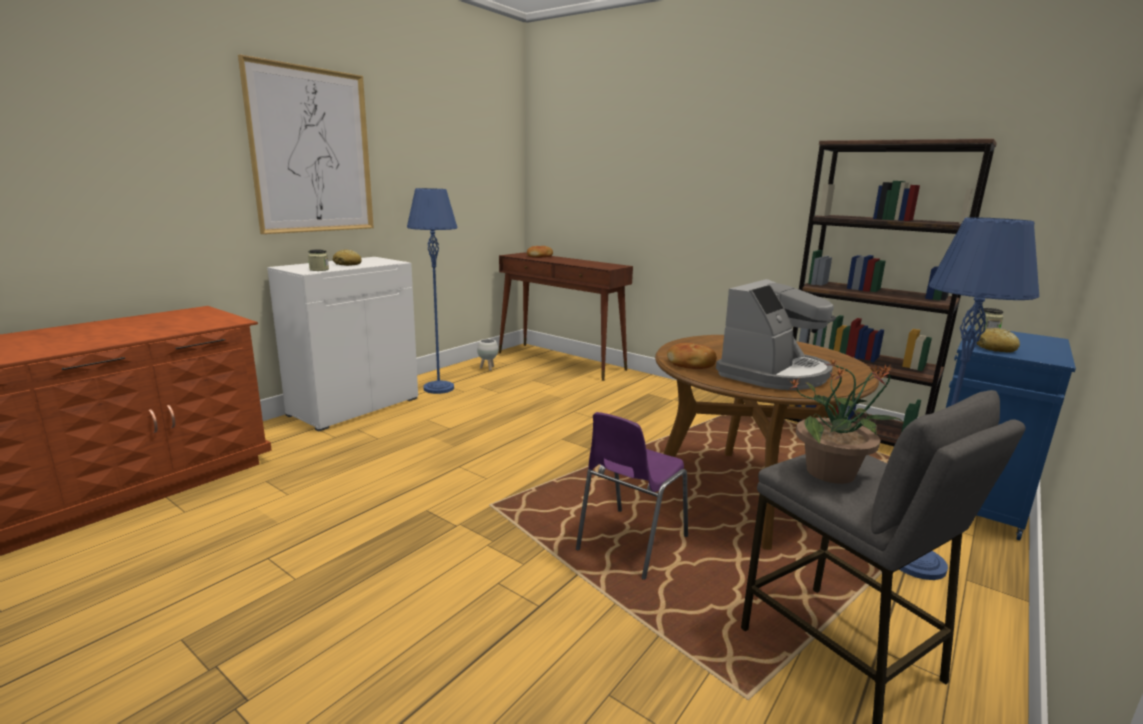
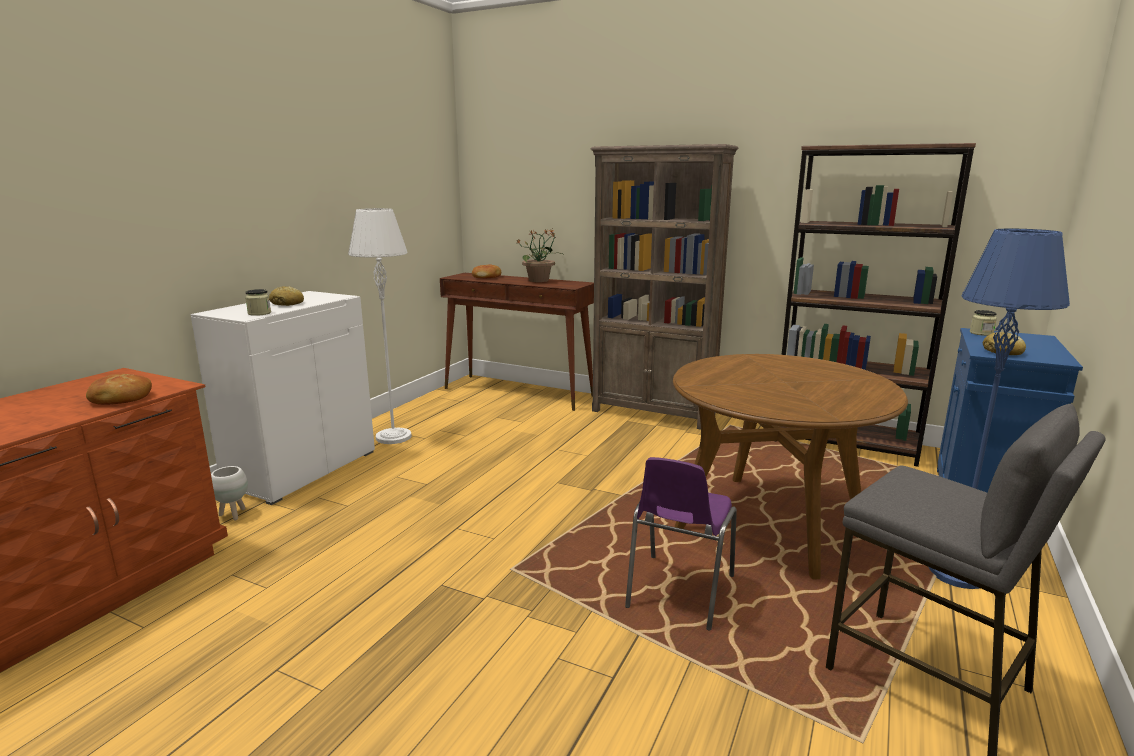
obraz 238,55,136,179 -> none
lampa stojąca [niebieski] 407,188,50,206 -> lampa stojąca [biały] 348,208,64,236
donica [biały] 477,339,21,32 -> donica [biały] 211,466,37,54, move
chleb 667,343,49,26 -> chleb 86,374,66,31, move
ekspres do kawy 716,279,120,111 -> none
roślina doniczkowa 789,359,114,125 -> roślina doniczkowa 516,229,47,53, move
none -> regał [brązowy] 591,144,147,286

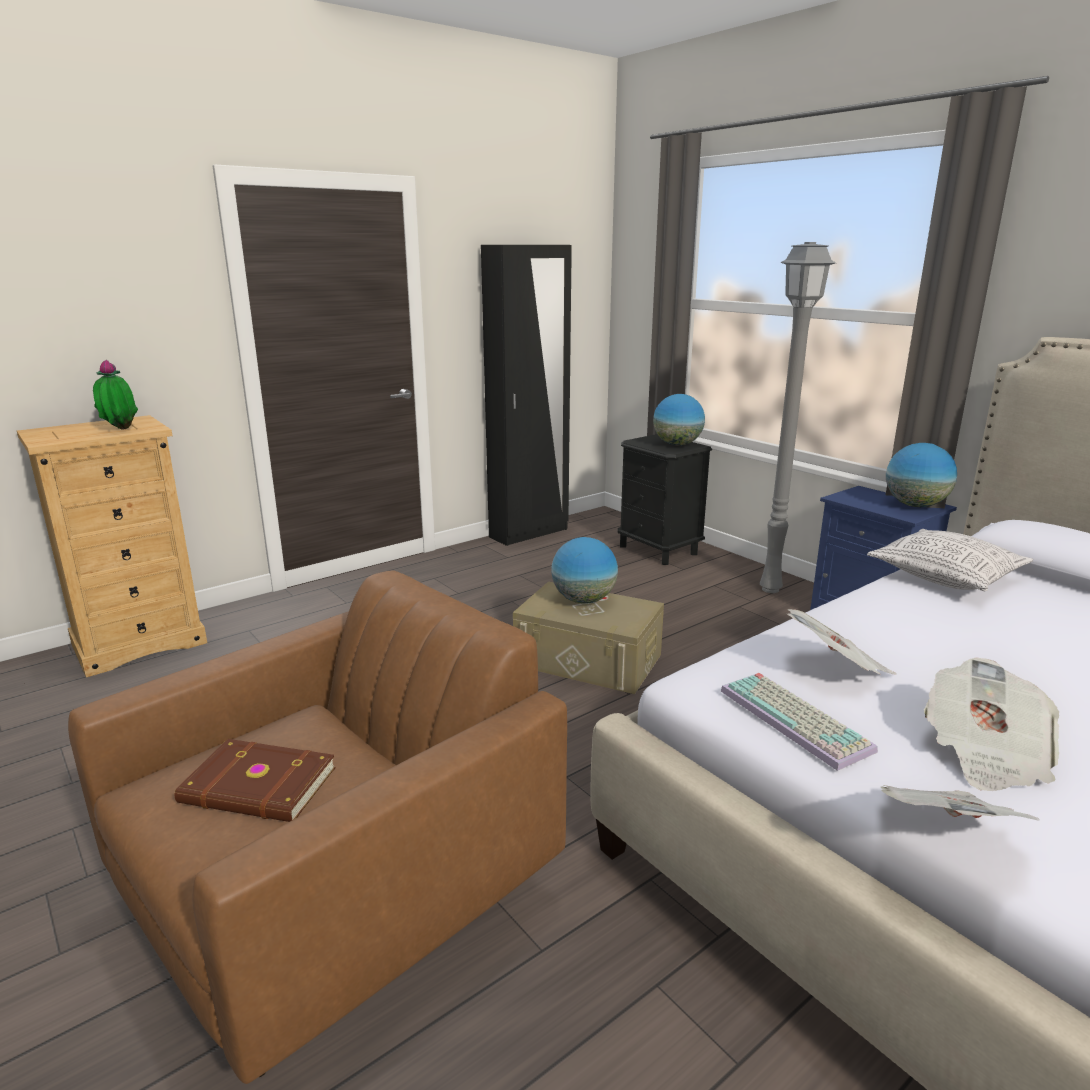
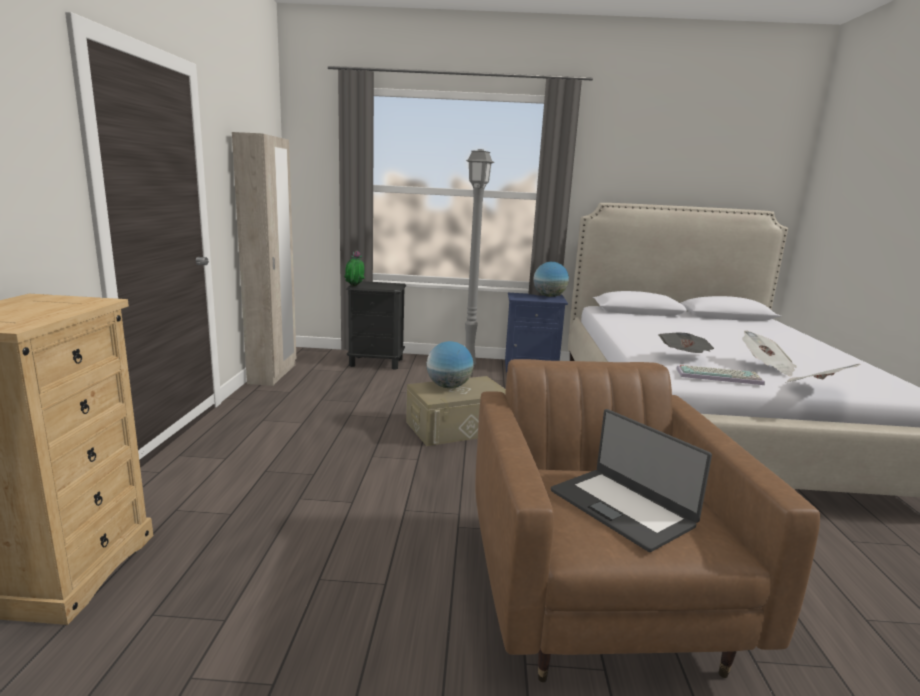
roślina doniczkowa 93,360,45,70 -> roślina doniczkowa 344,250,21,37, move
książka [brązowy] 175,739,161,83 -> laptop 551,409,161,143
szafa [czarny] 481,245,91,301 -> szafa [beżowy] 232,132,64,254
globus 653,394,52,52 -> none
poduszka 867,529,166,62 -> none

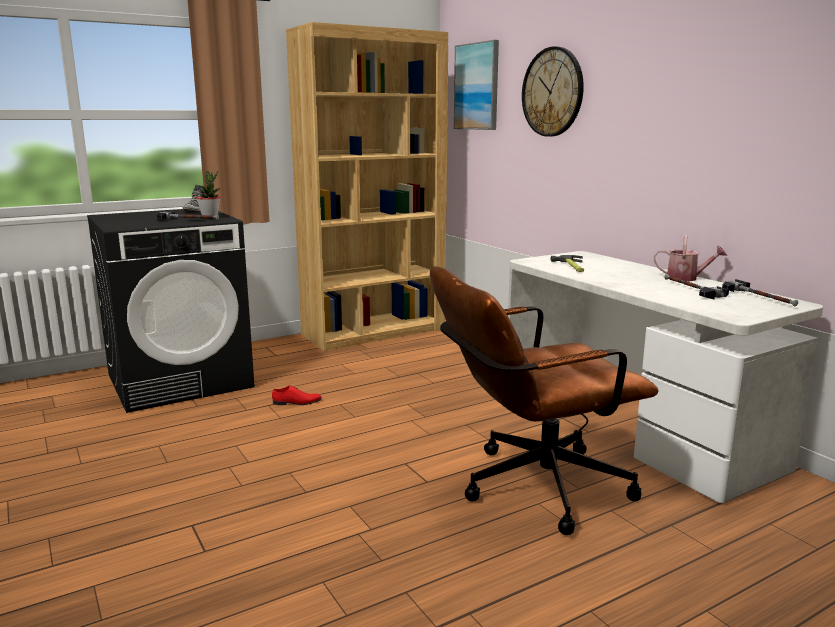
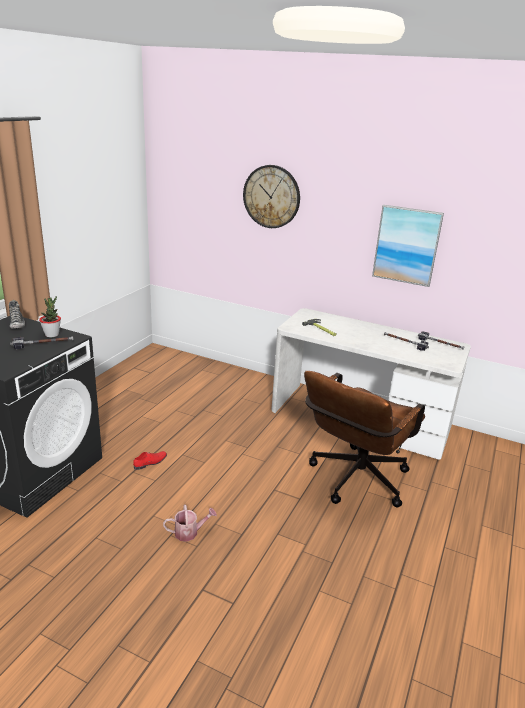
regał [brązowy] 286,22,162,329 -> none
obraz 454,40,45,90 -> obraz 372,205,72,82, move
konewka 654,235,73,46 -> konewka 163,504,54,38, move

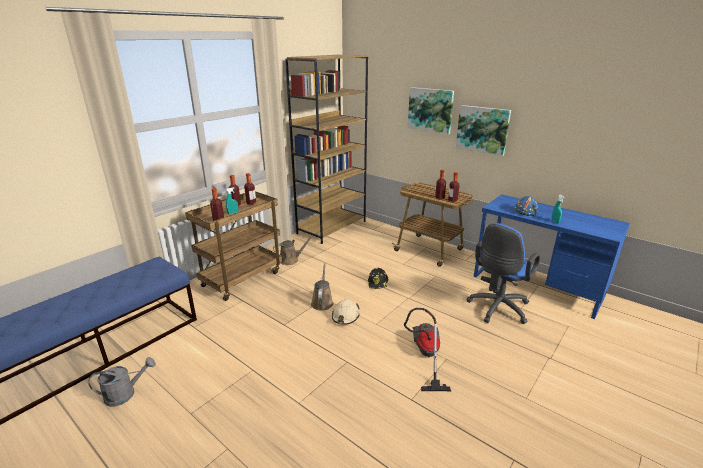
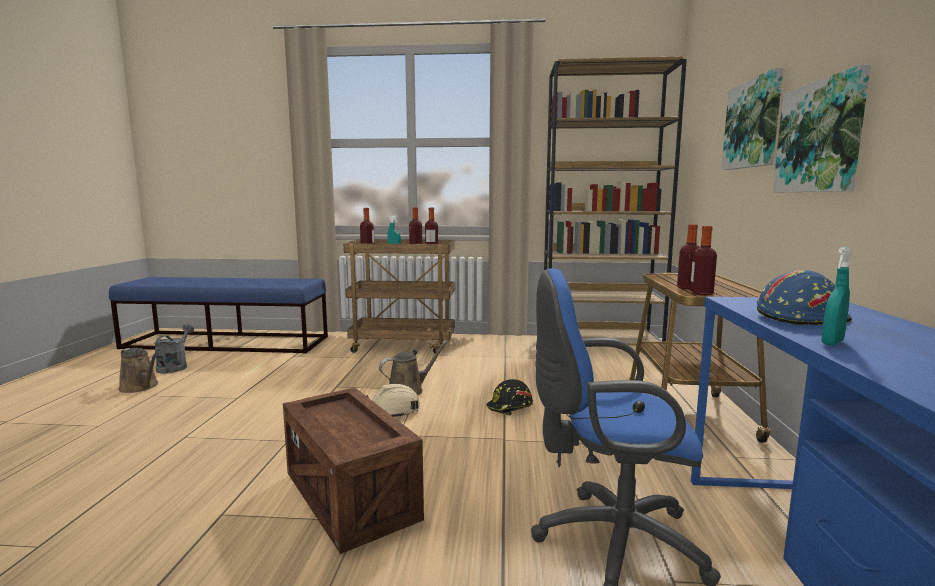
konewka [szary] 88,357,68,50 -> konewka [szary] 154,324,40,50, 120 degrees counterclockwise
konewka [brązowy] 273,235,41,30 -> konewka [brązowy] 118,348,40,45, move
odkurzacz 404,308,47,83 -> skrzynka 283,388,141,166

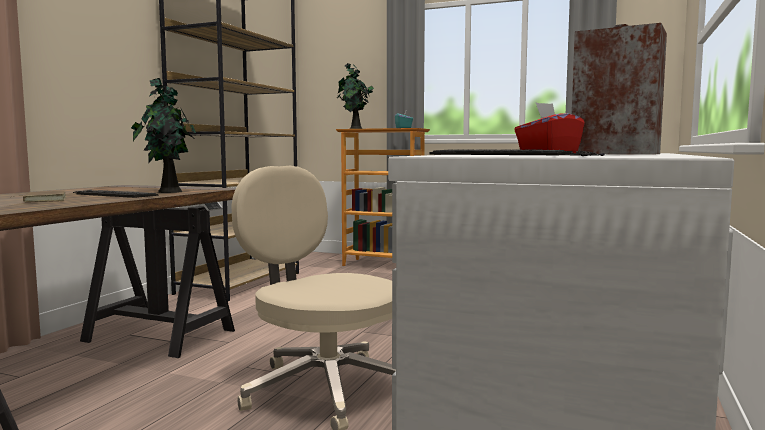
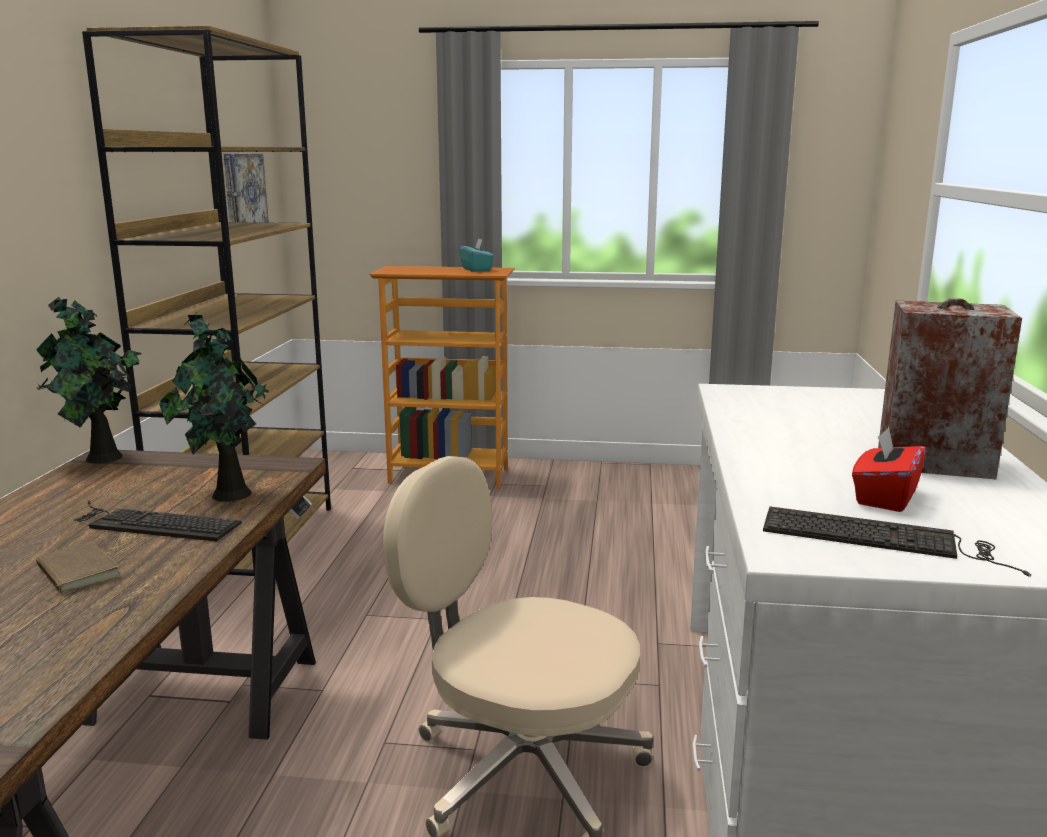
roślina doniczkowa 336,63,38,66 -> roślina doniczkowa 36,297,106,167, move
none -> obraz 223,153,46,70

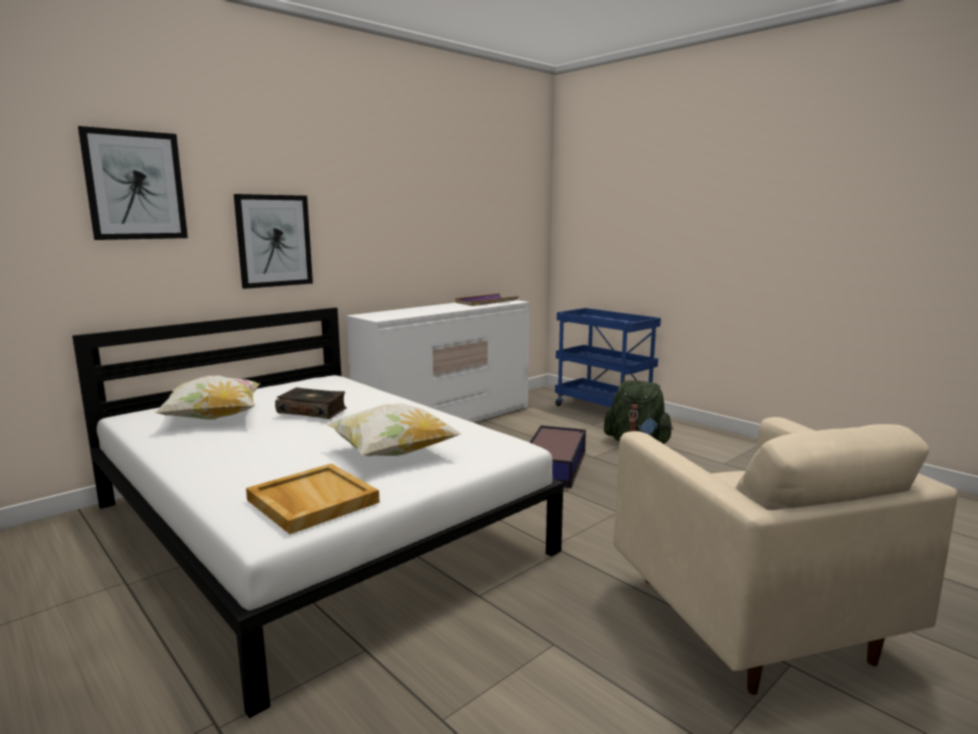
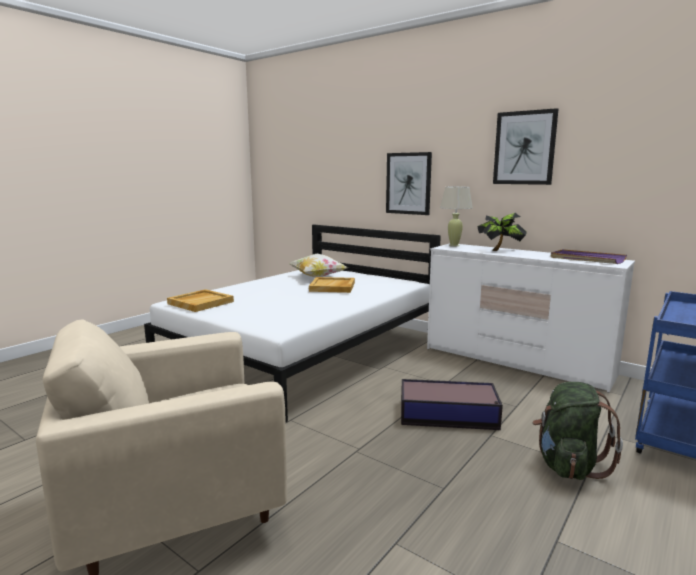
obraz 78,126,110,114 -> obraz 493,108,66,77, move
książka 275,388,72,31 -> taca [beżowy] 309,277,46,16
poduszka 327,403,134,53 -> none
none -> lampa stołowa [beżowy] 440,187,33,59
none -> roślina doniczkowa 477,213,50,38

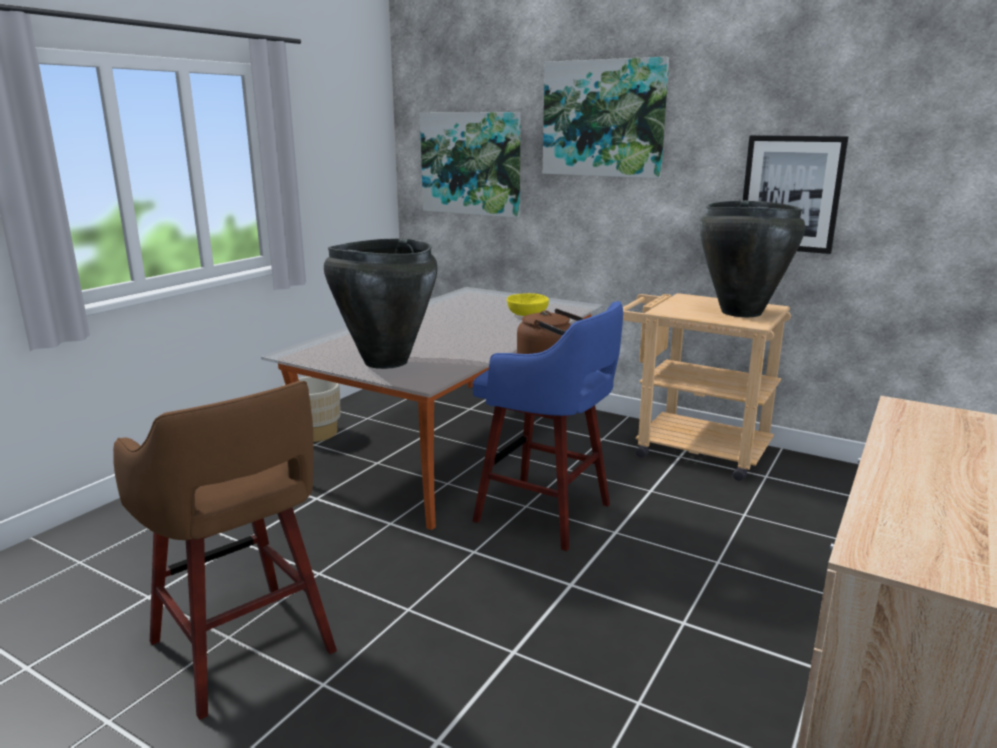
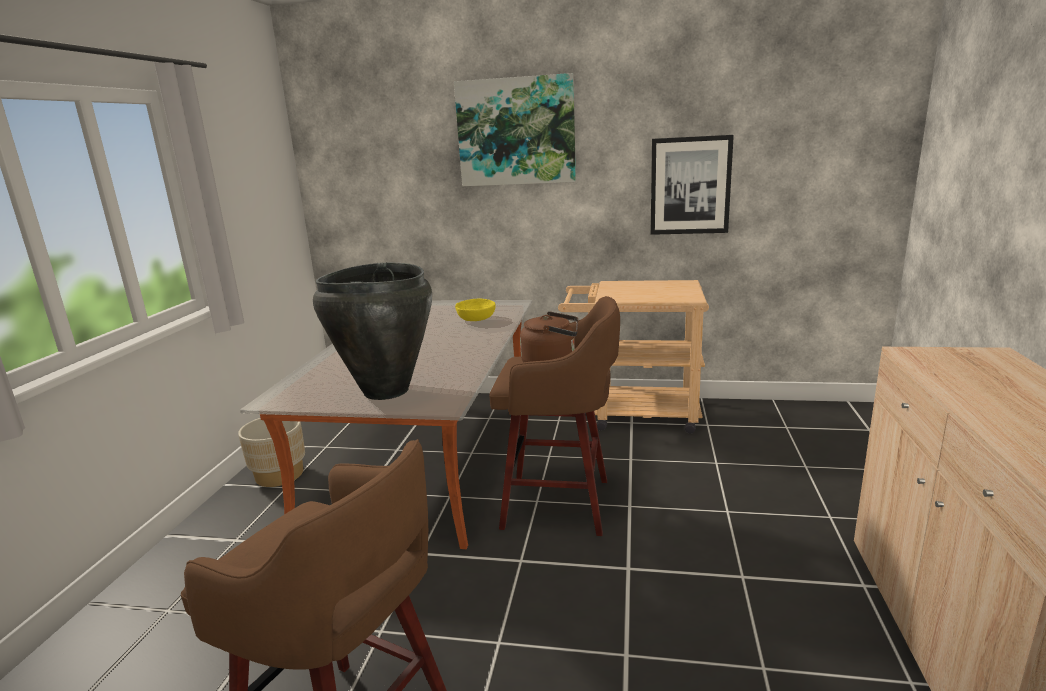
obraz 420,112,101,106 -> none
stołek [niebieski] 473,301,150,250 -> stołek [brązowy] 489,296,131,240
wazon [czarny] 699,200,106,117 -> none

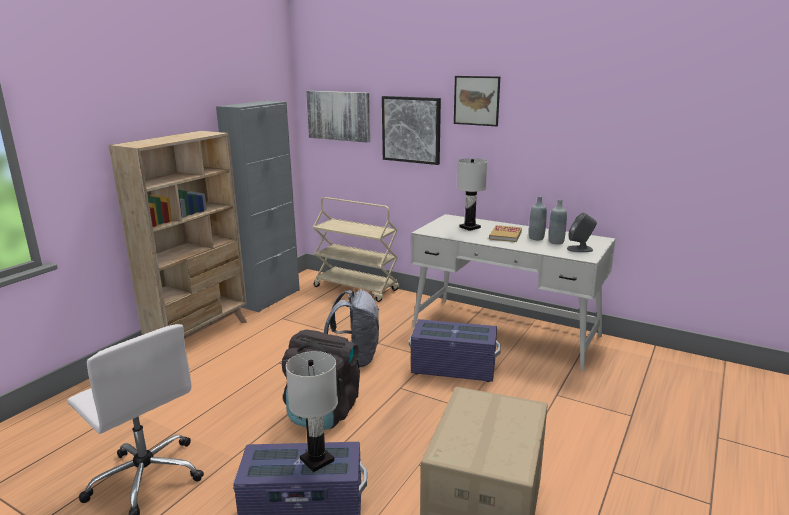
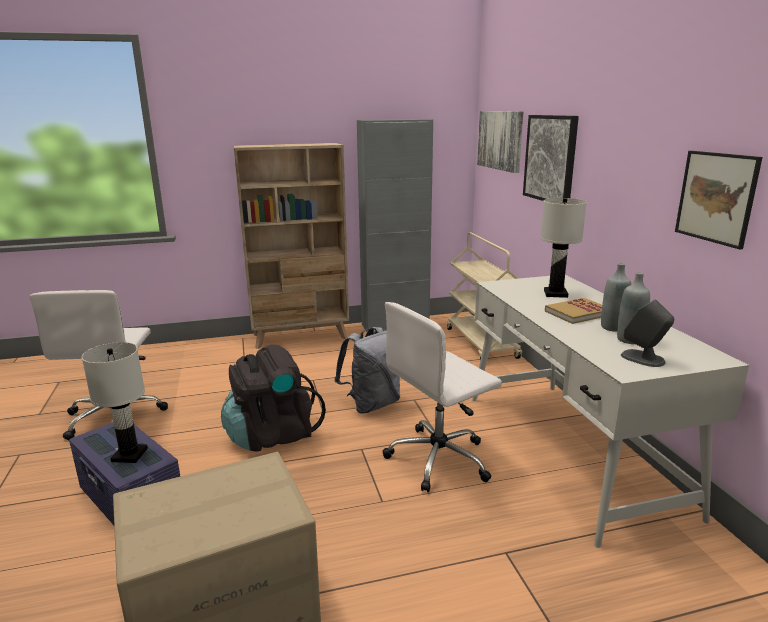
pojemnik do przechowywania [fioletowy] 409,319,92,63 -> krzesło biurowe [biały] 383,302,119,190
obraz 454,76,46,50 -> obraz 675,151,88,98, move

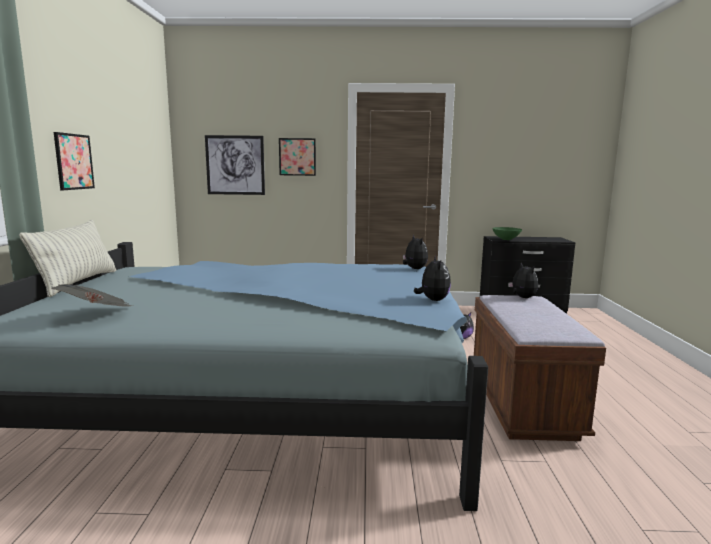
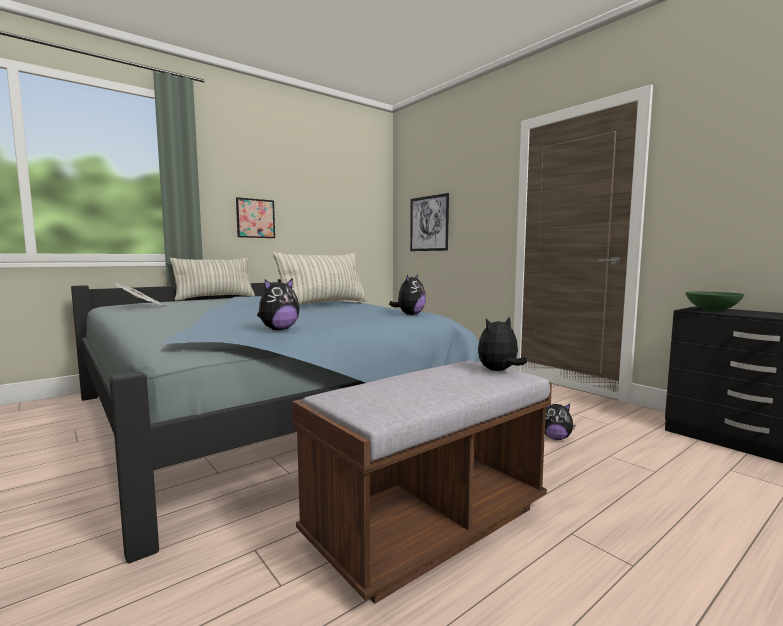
obraz 279,138,37,38 -> none
pluszak 508,263,30,35 -> pluszak 478,316,49,55, 150 degrees counterclockwise
none -> poduszka 273,252,94,53

